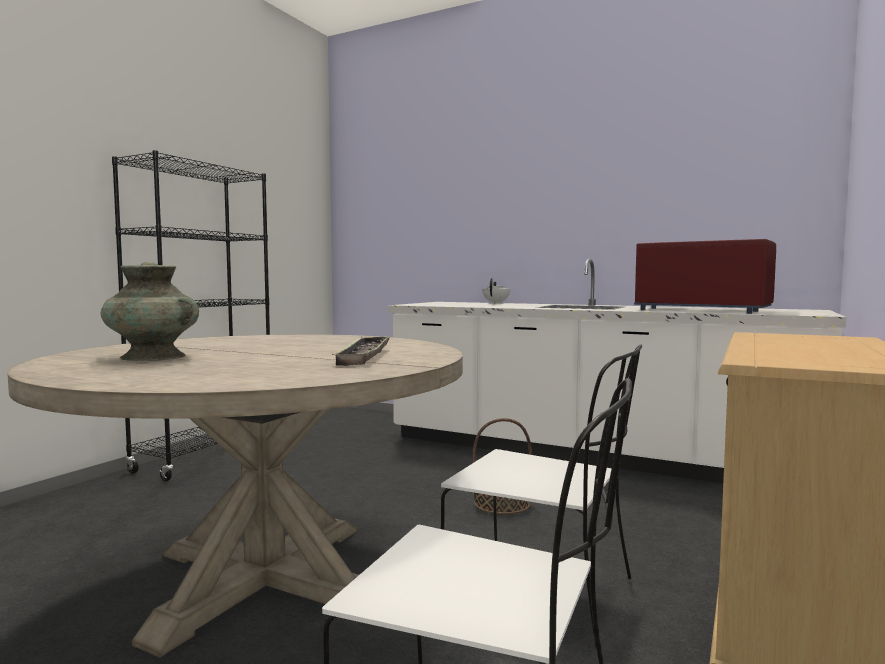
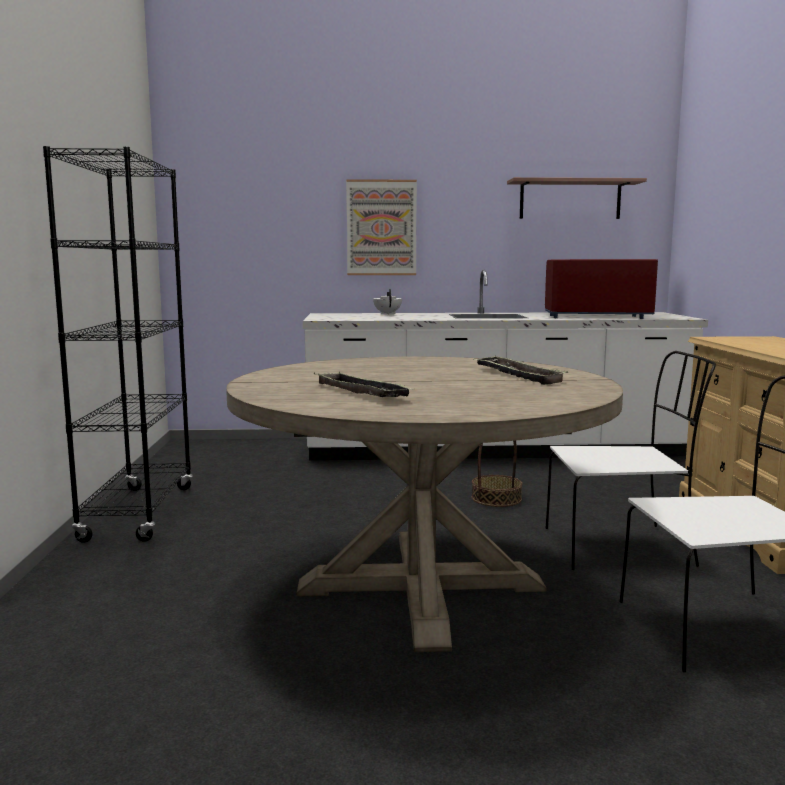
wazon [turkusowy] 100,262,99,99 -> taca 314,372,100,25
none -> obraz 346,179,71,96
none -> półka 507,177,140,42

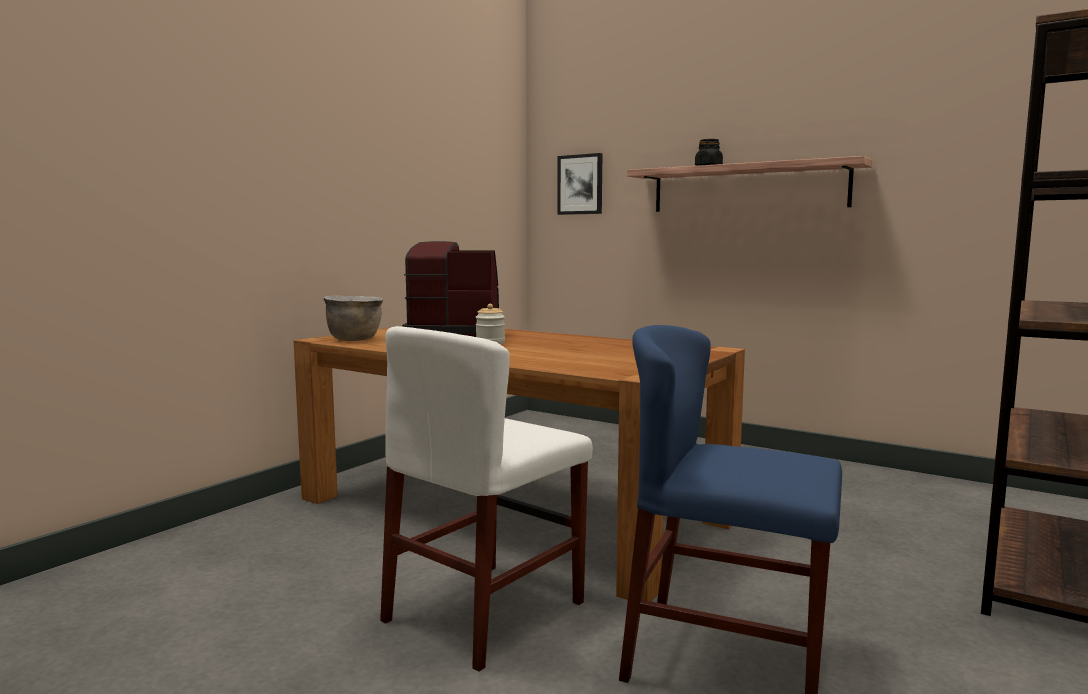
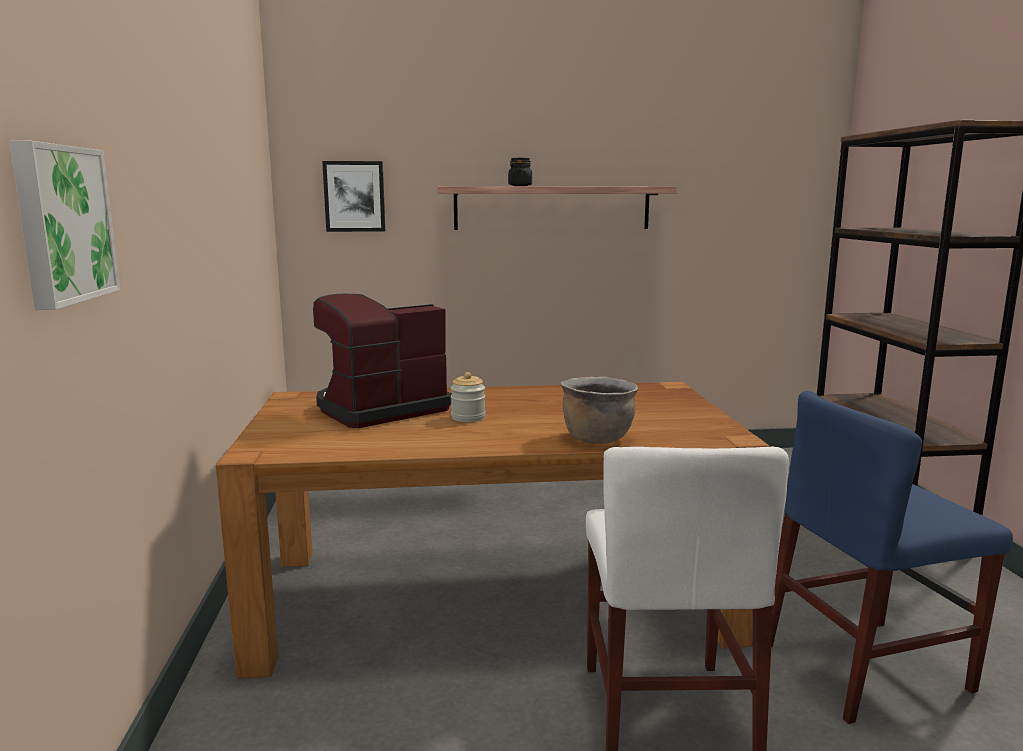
garnek [brązowy] 323,295,60,46 -> garnek [brązowy] 561,377,77,67, move
none -> obraz 10,140,110,170

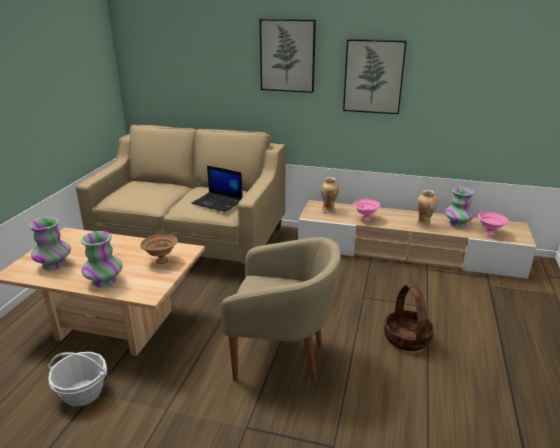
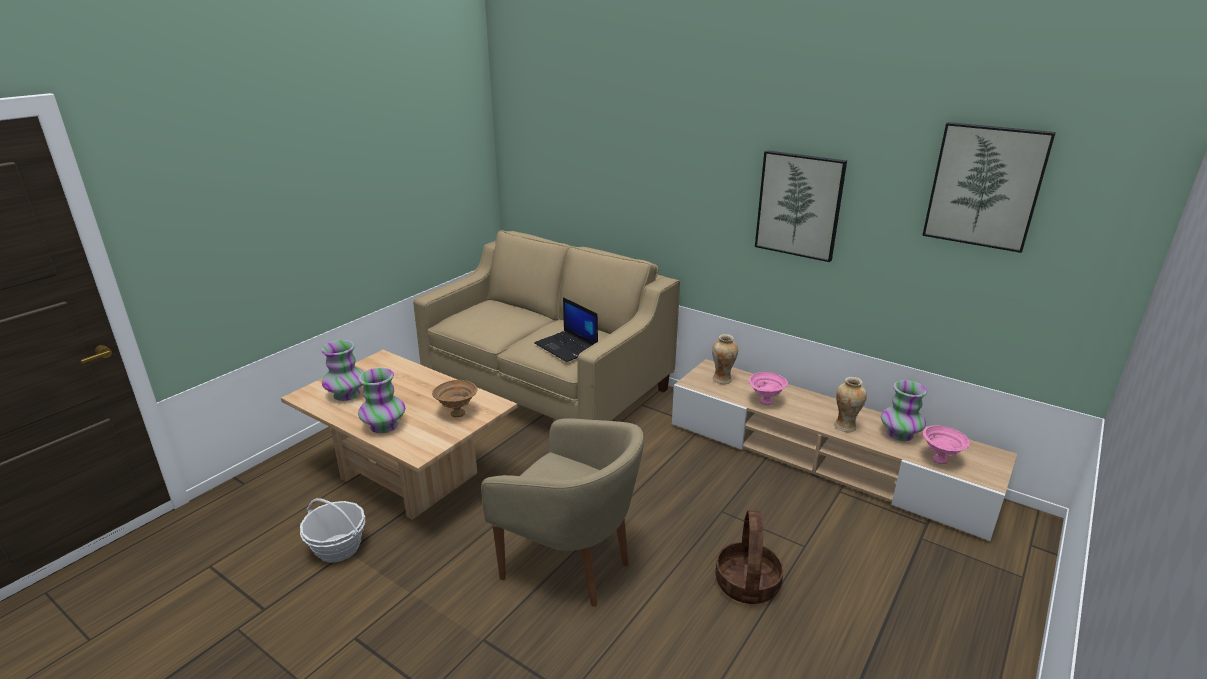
obraz 260,19,56,74 -> obraz 922,122,134,131, move

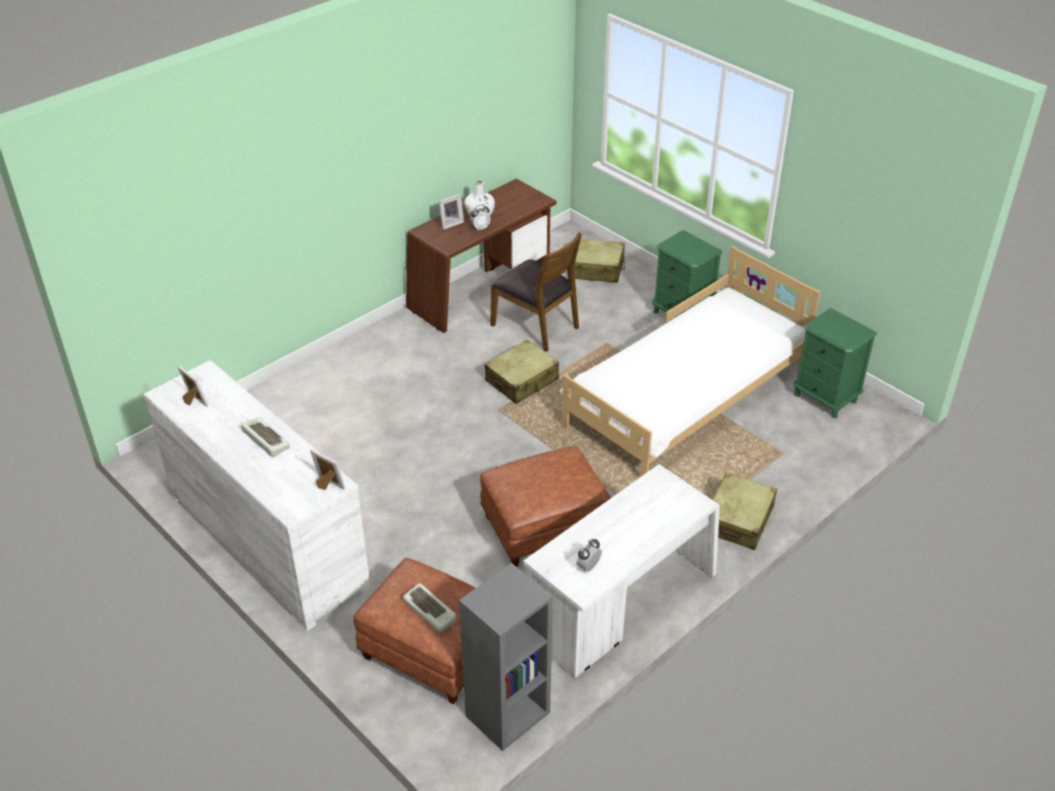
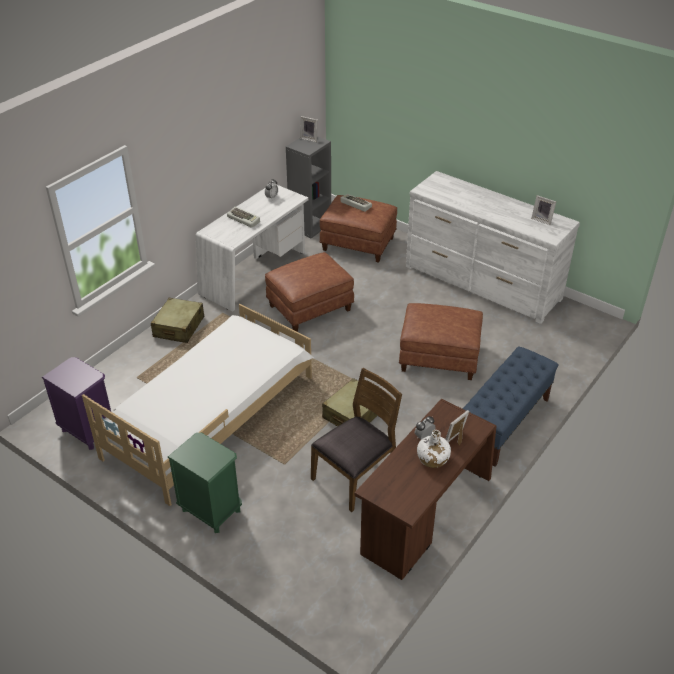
klawiatura 241,417,49,40 -> klawiatura 227,207,33,21, move
ramka na zdjęcie 310,449,35,41 -> ramka na zdjęcie 300,116,18,26, move
krzesło [brązowy] 490,232,92,120 -> krzesło [brązowy] 311,368,91,144, 105 degrees clockwise
walizka [beżowy] 574,239,51,44 -> none
szafka nocna [zielony] 794,308,83,110 -> szafka nocna [fioletowy] 42,357,69,93
none -> pufa [brązowy] 399,303,84,77
none -> ławka [niebieski] 463,346,96,121

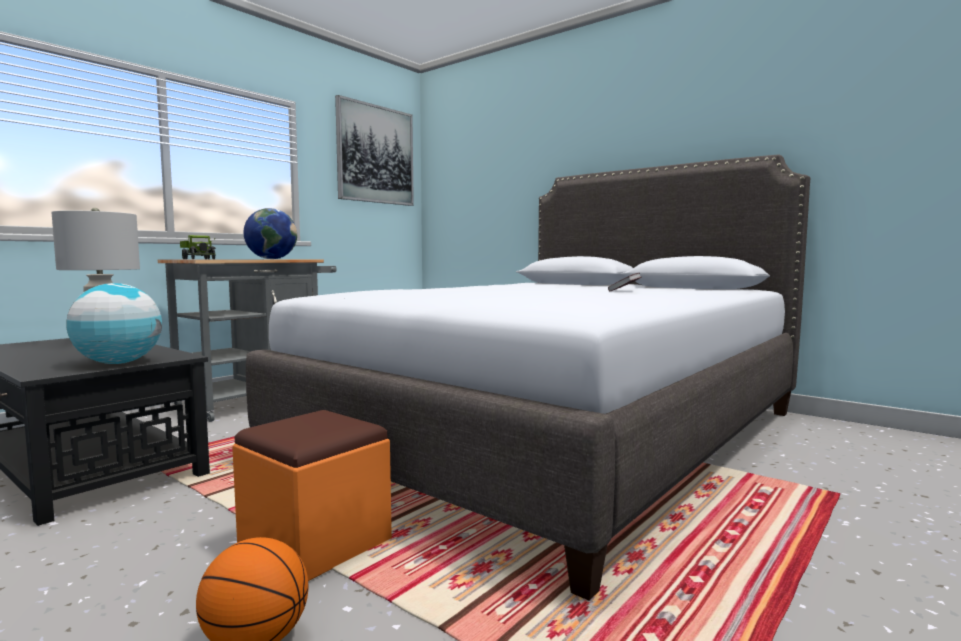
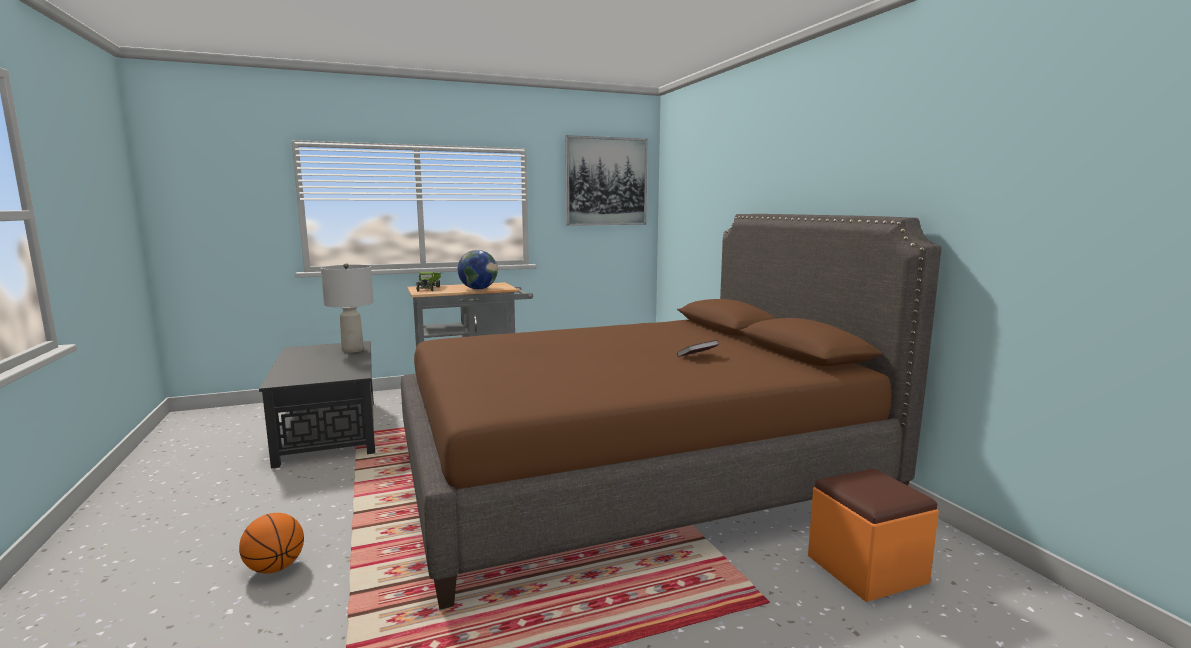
globus 66,283,96,81 -> none
pufa [pomarańczowy] 232,410,160,171 -> pufa [pomarańczowy] 808,469,131,133, move
łóżko [szary] 246,154,564,446 -> łóżko [brązowy] 401,214,541,396

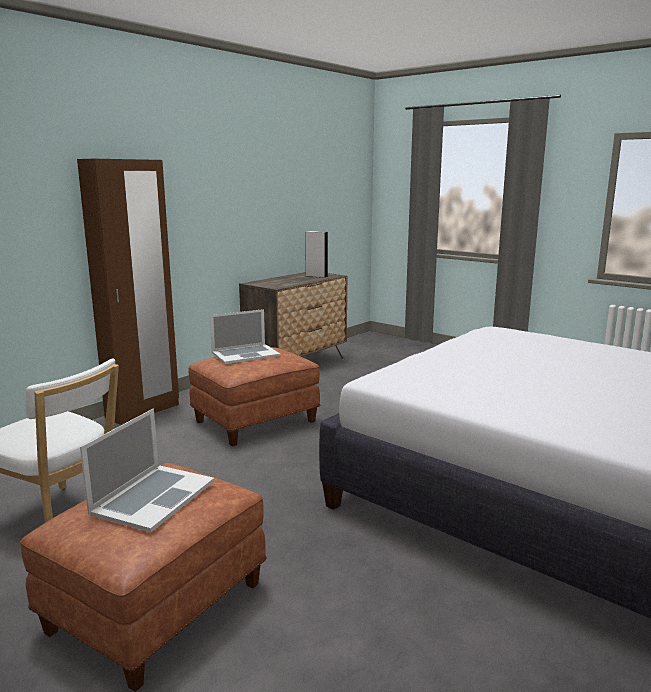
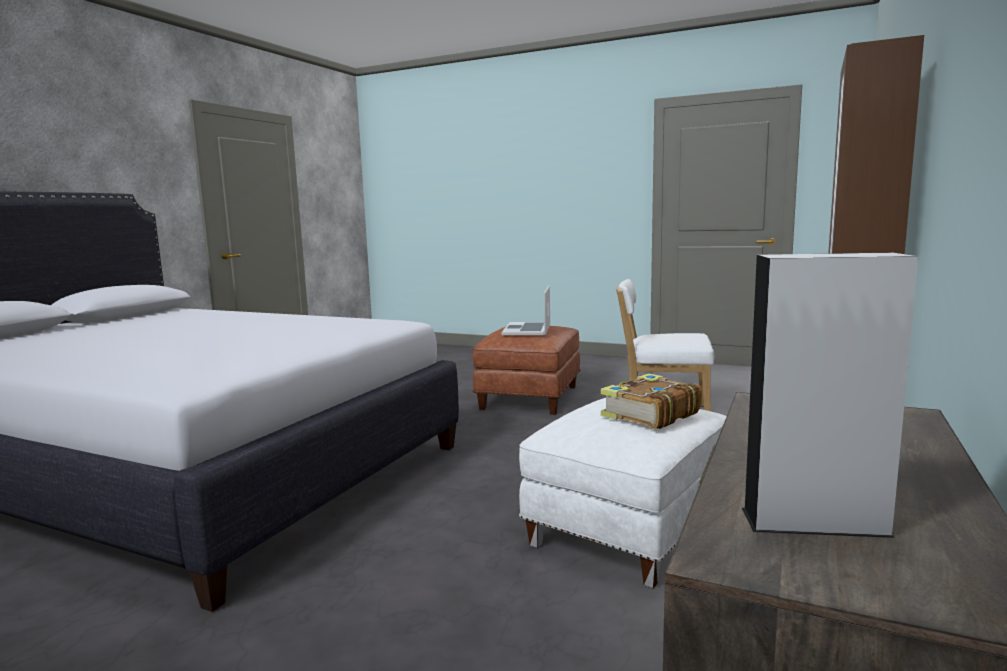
pufa [brązowy] 188,347,132,99 -> pufa [biały] 519,398,208,190
laptop 210,309,70,55 -> książka 601,373,101,56

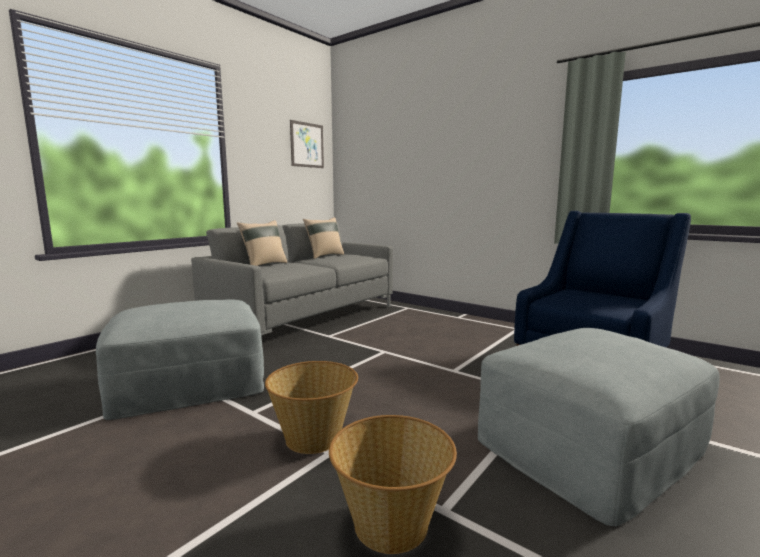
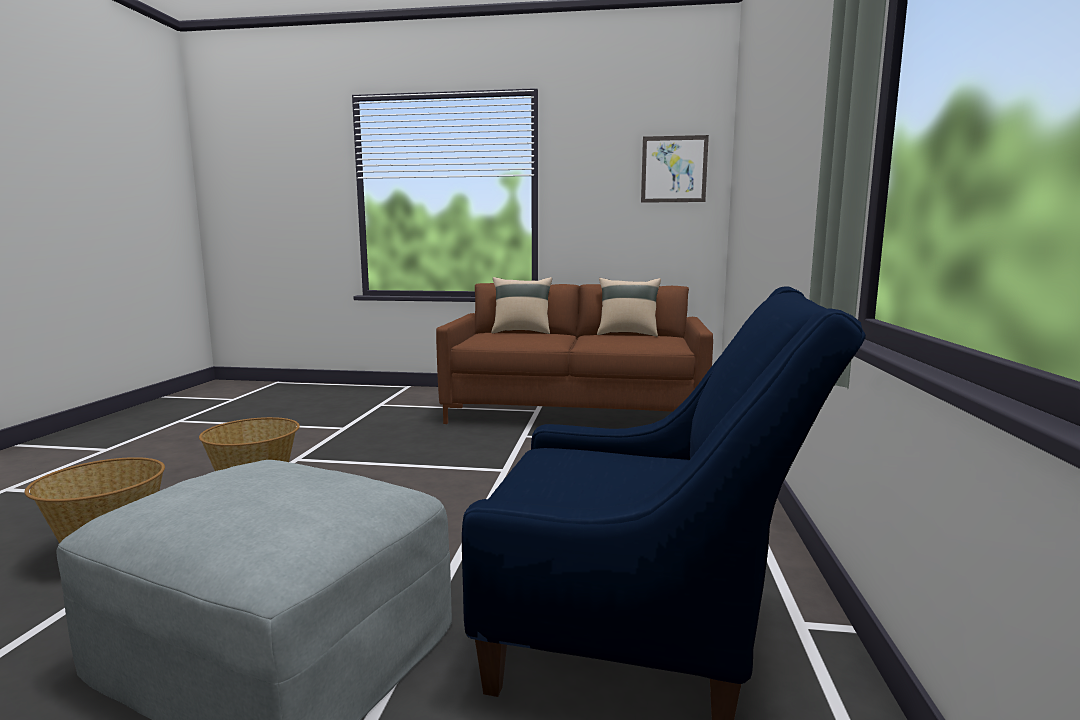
pufa [szary] 96,299,168,121 -> none
kanapa [szary] 191,222,202,113 -> kanapa [brązowy] 436,283,277,141

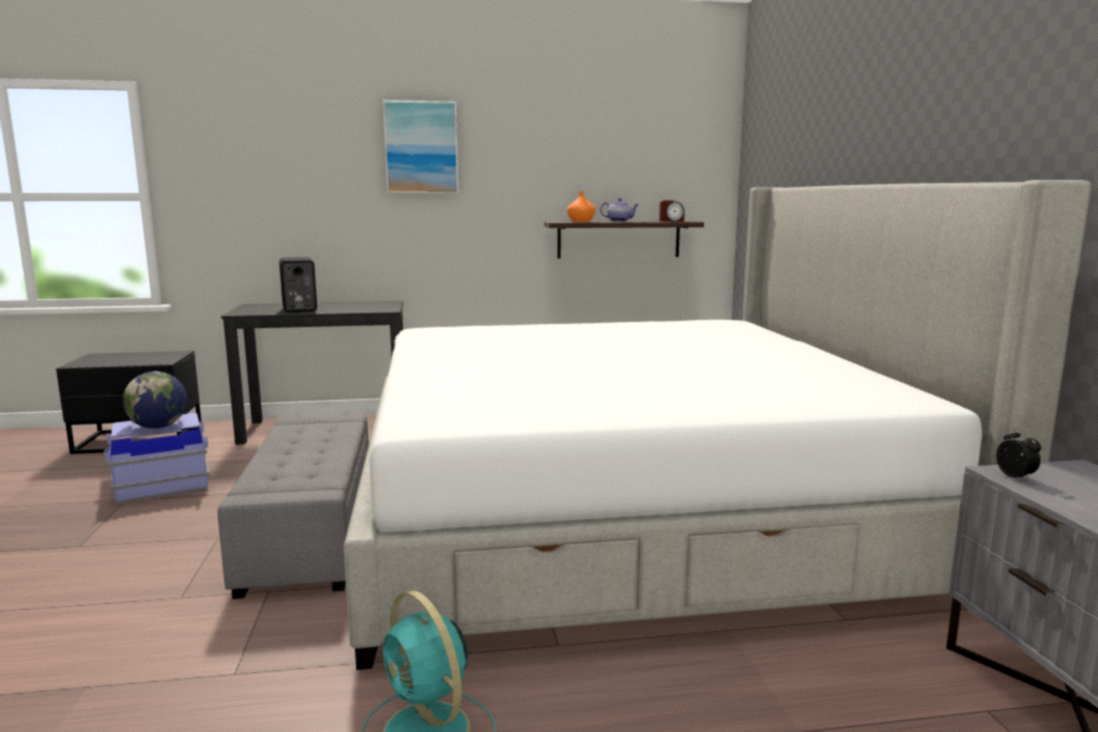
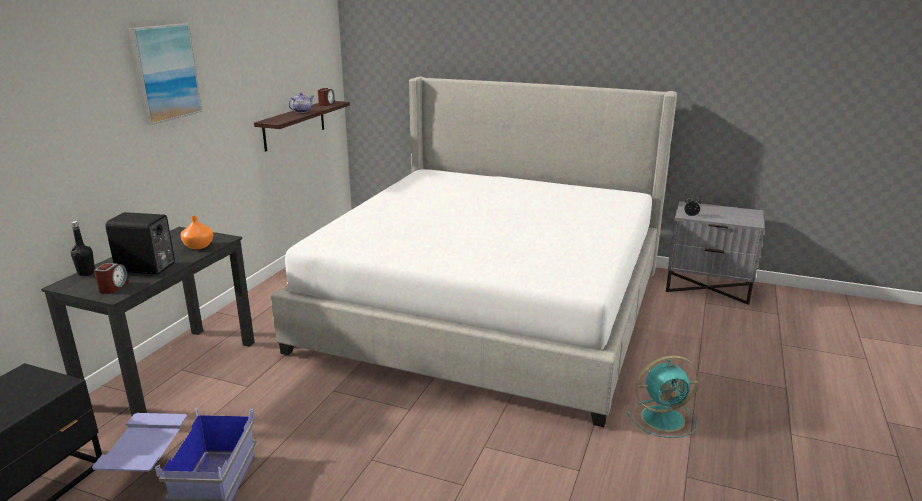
globus 123,371,64,58 -> none
pufa [szary] 217,415,152,184 -> none
wazon [pomarańczowy] 567,191,29,31 -> wazon [pomarańczowy] 180,216,33,33, move
none -> butelka [czarny] 71,221,24,55
none -> budzik 94,263,35,31

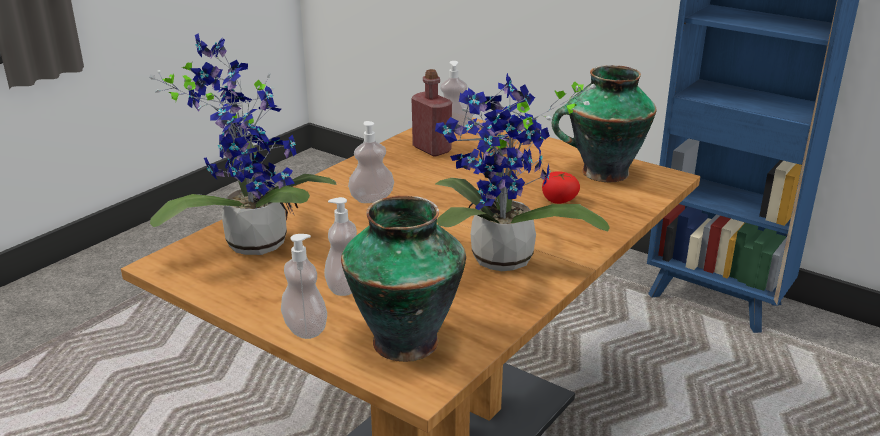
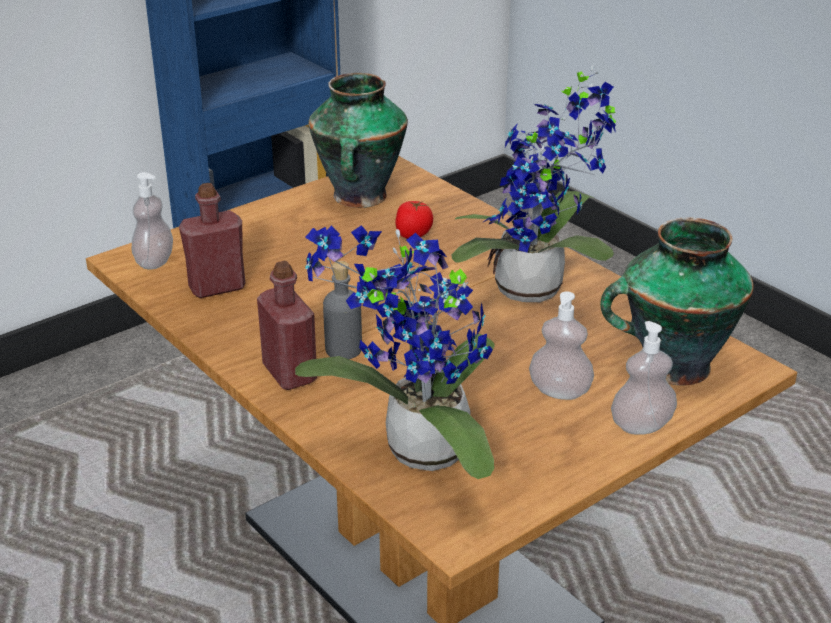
dozownik mydła 348,121,46,82 -> butelka [szary] 323,261,39,98
none -> butelka [czerwony] 257,261,60,129

